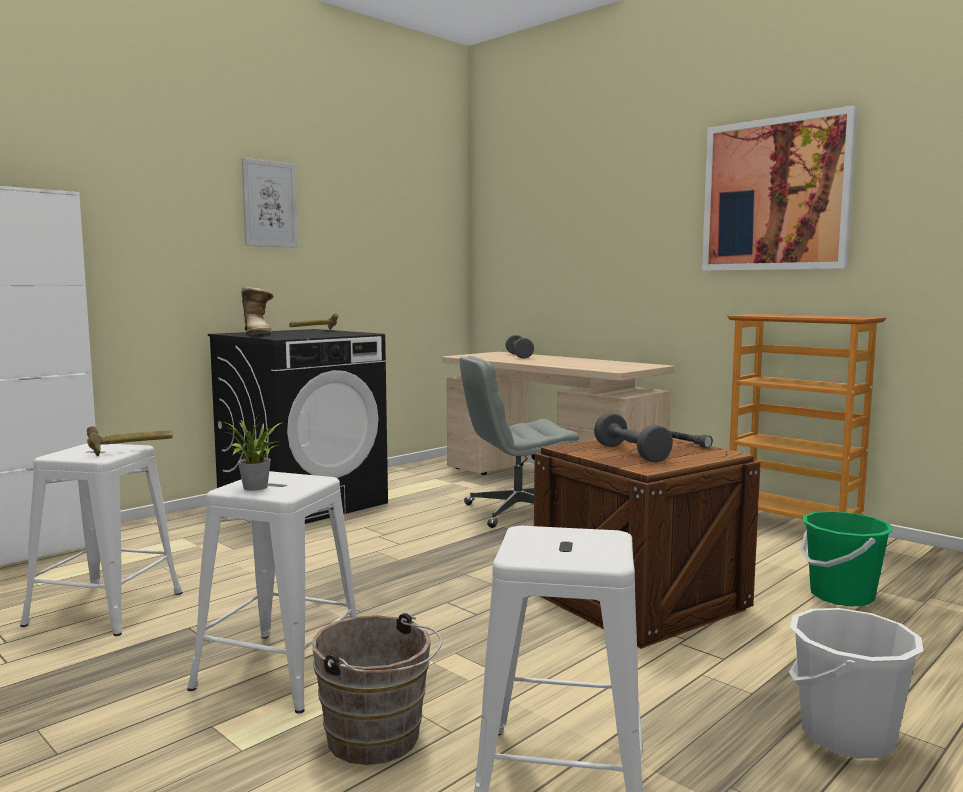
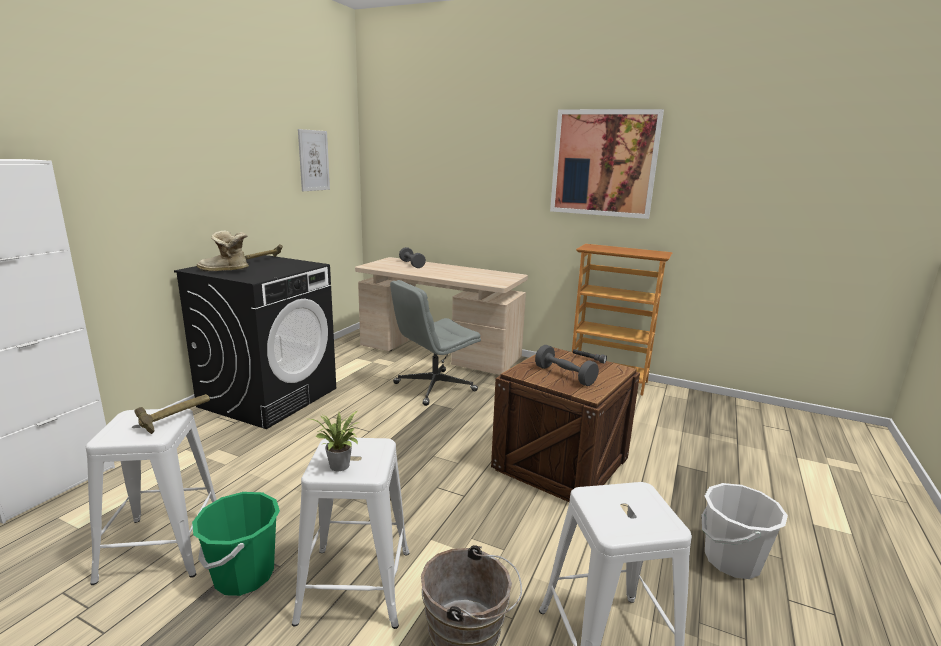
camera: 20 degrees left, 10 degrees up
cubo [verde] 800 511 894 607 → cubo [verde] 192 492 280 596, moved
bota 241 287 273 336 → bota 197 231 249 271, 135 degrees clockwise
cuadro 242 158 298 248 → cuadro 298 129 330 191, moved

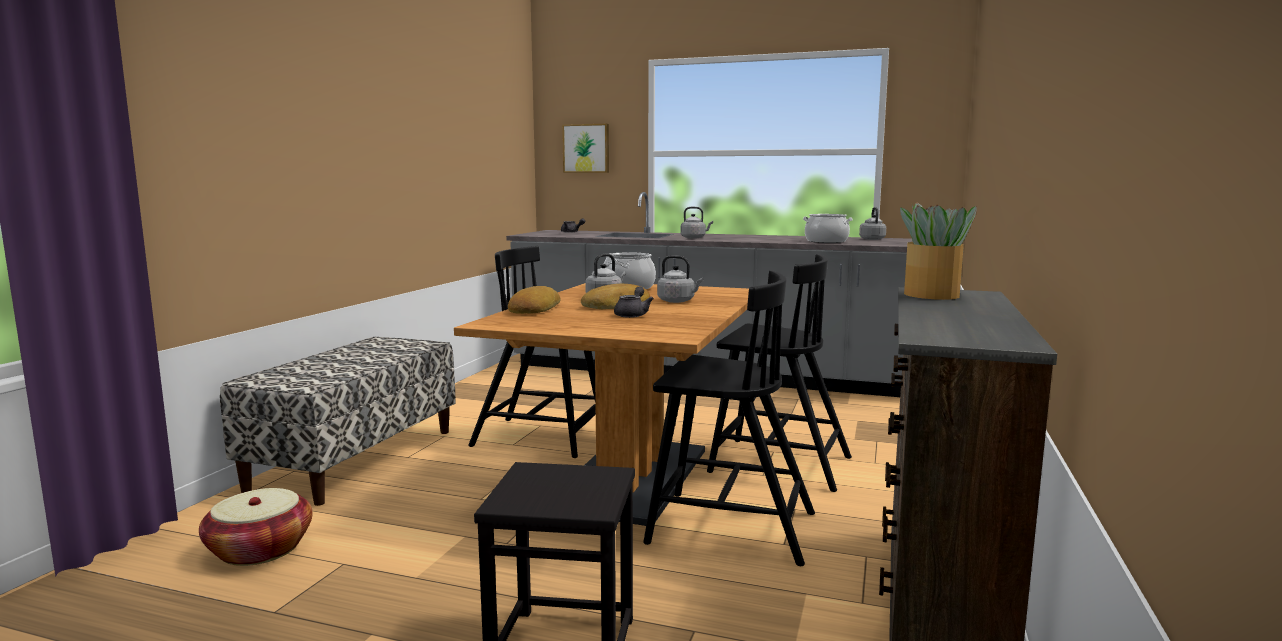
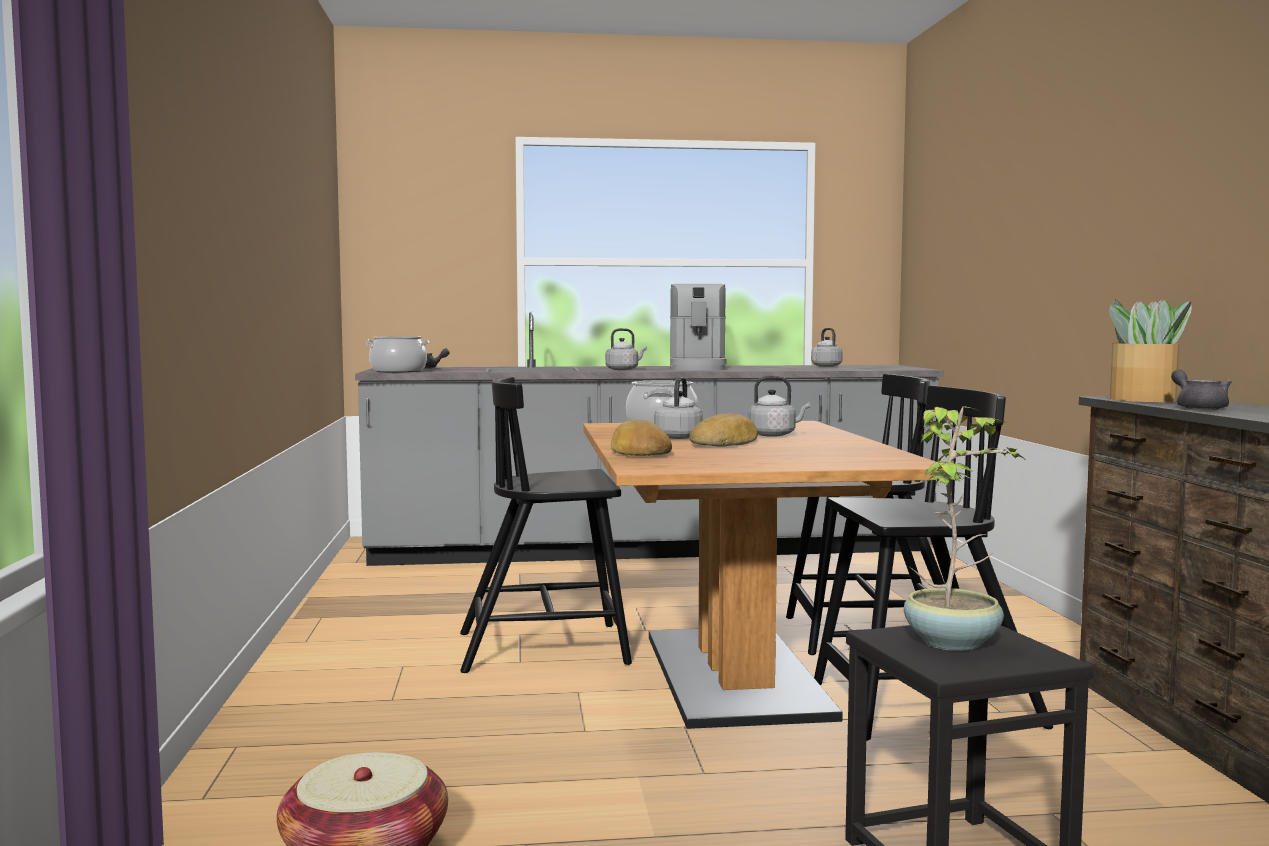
camera: 25 degrees left, 5 degrees down
olla 803 214 853 243 → olla 366 336 430 372, moved
- → cafetera 670 284 727 371
- → planta en maceta 904 406 1027 651
tetera [gris] 614 287 654 318 → tetera [gris] 1171 370 1231 410, moved
banco 220 337 456 506 → -
cuadro 562 124 609 173 → -

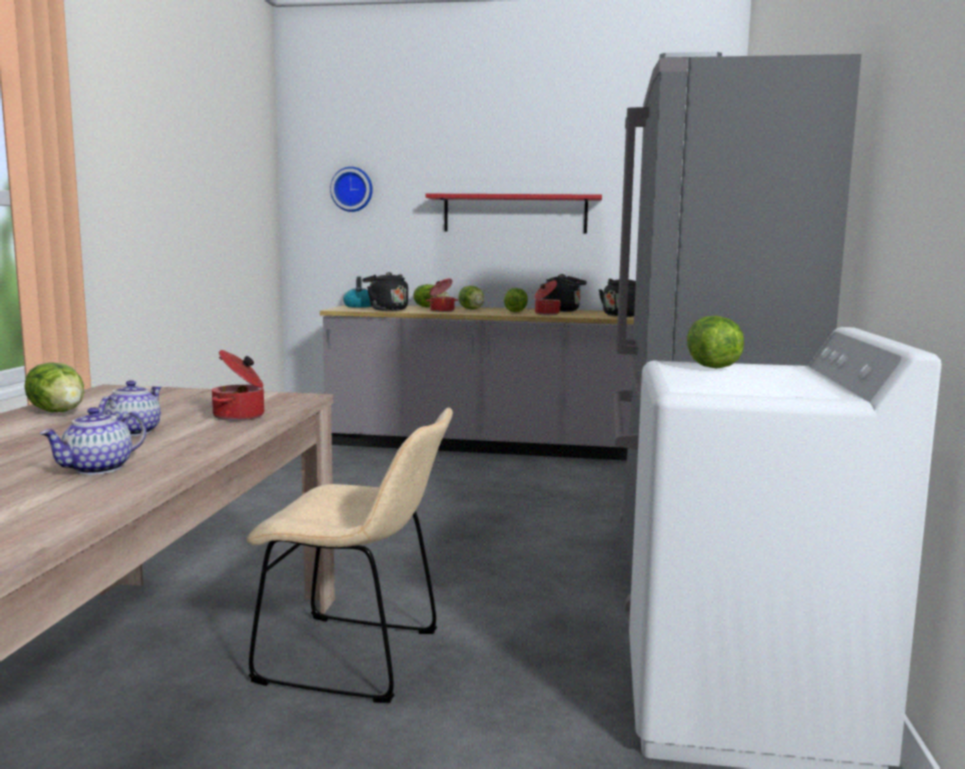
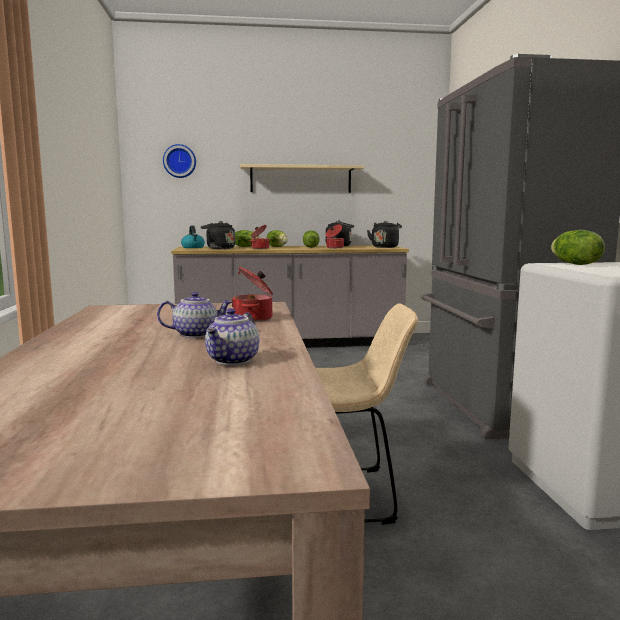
camera: 15 degrees left, 0 degrees up
tetera 98 380 162 436 → tetera 157 292 232 338, 75 degrees clockwise
estante [rojo] 425 194 602 233 → estante [beis] 240 164 365 193
lechuga 24 362 84 412 → -

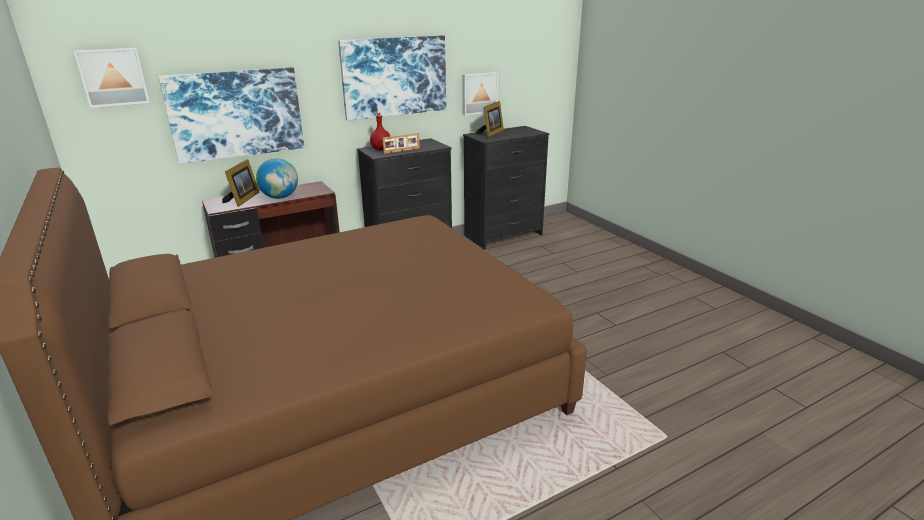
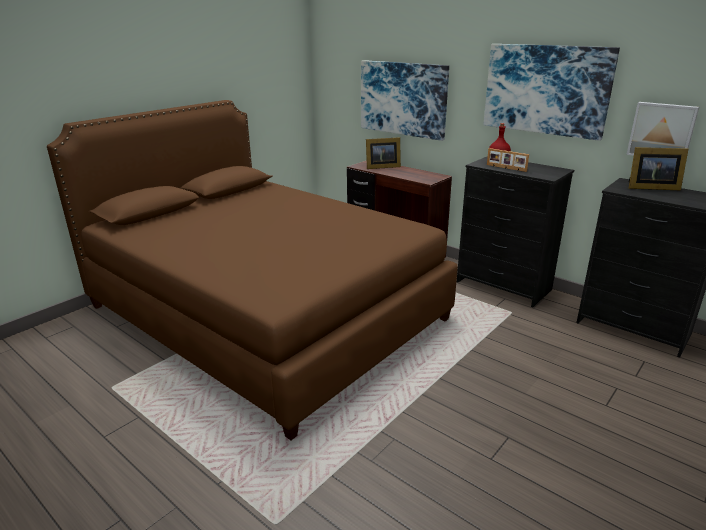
camera: 70 degrees right, 0 degrees up
cuadro 74 48 150 108 → -
globo terráqueo 256 158 298 199 → -

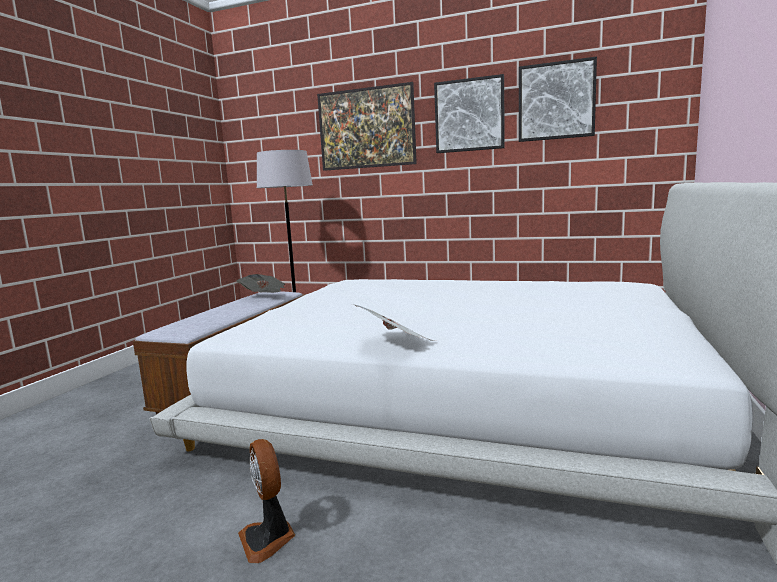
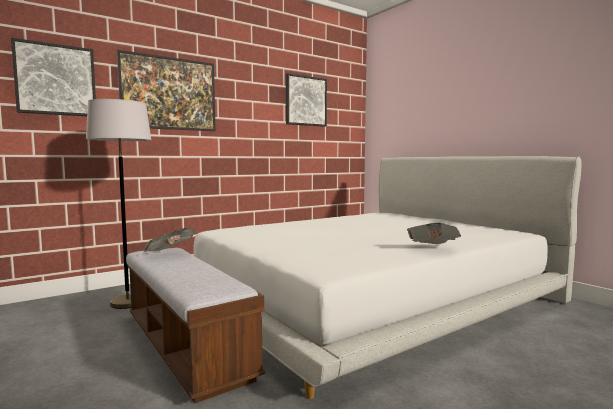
camera: 55 degrees left, 5 degrees down
cuadro 434 74 505 153 → cuadro 11 38 96 116, moved
ventilador 238 439 295 563 → -

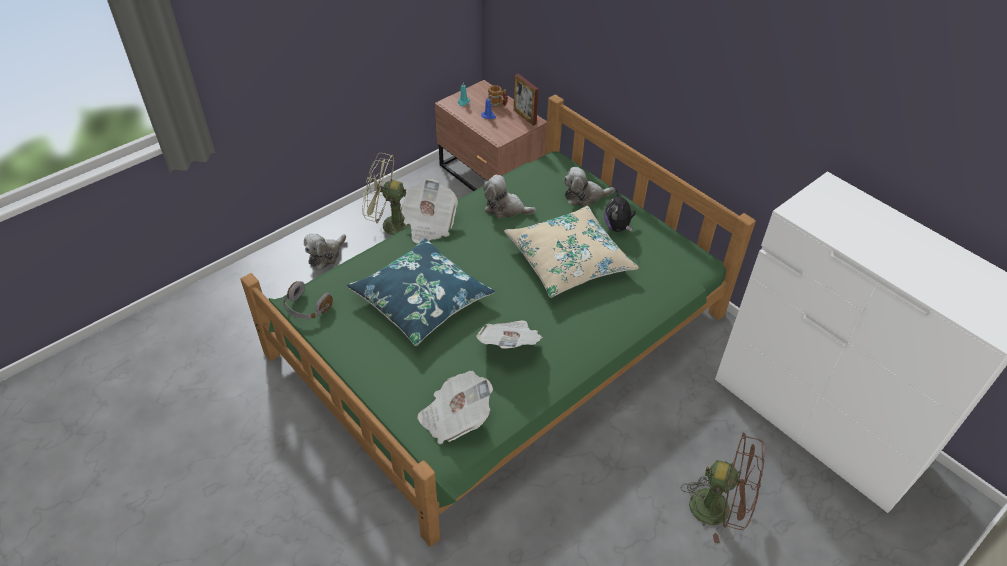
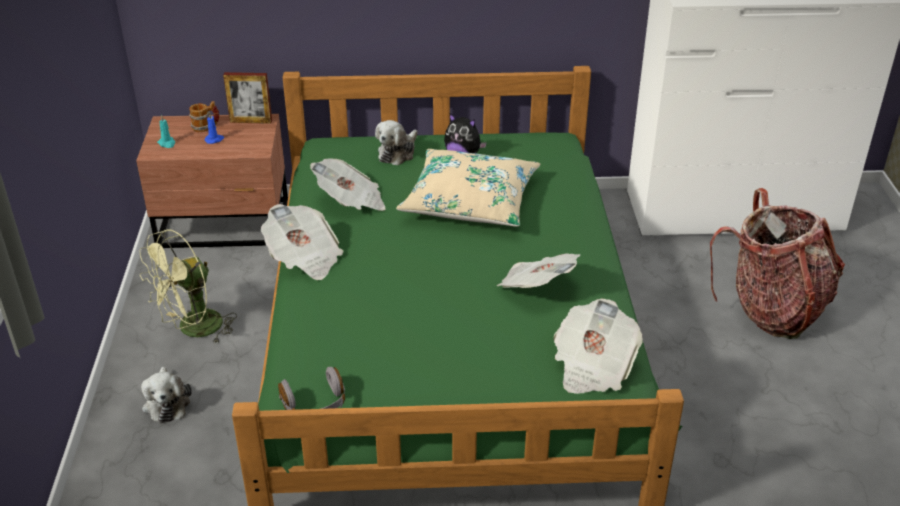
camera: 50 degrees left, 10 degrees down
peluche 483 175 536 218 → periódico 310 159 386 211
ventilador [marrón] 681 433 765 543 → mochila 710 188 845 339
cojín [azul] 347 238 495 346 → -

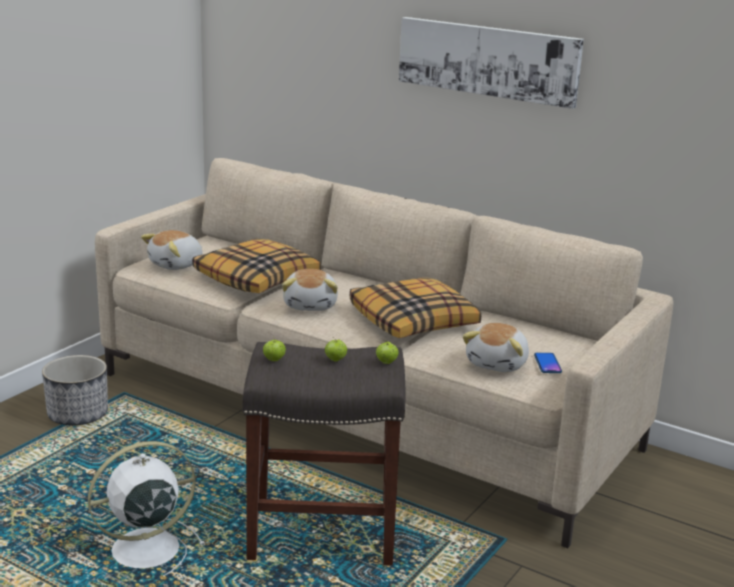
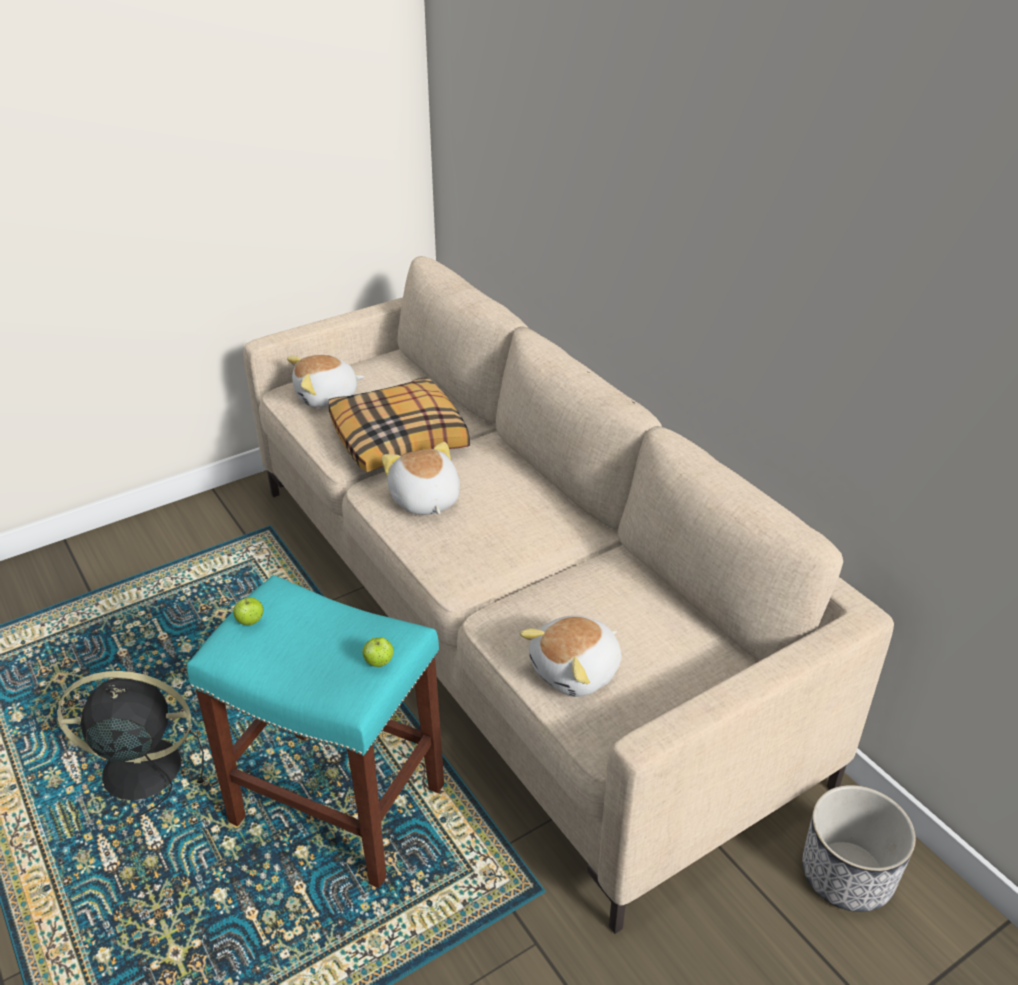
camera: 25 degrees right, 15 degrees up
ventilador [blanco] 88 441 205 576 → ventilador [negro] 57 671 204 818
taburete [gris] 242 342 406 566 → taburete [turquesa] 187 575 444 888
peluche 282 269 338 311 → peluche 382 442 460 515, 135 degrees clockwise
maceta 42 355 108 425 → maceta 802 785 916 912, moved
manzana 325 337 347 362 → -
cojín 350 277 481 338 → -
cuadro 399 17 584 109 → -
móvil 534 353 562 373 → -

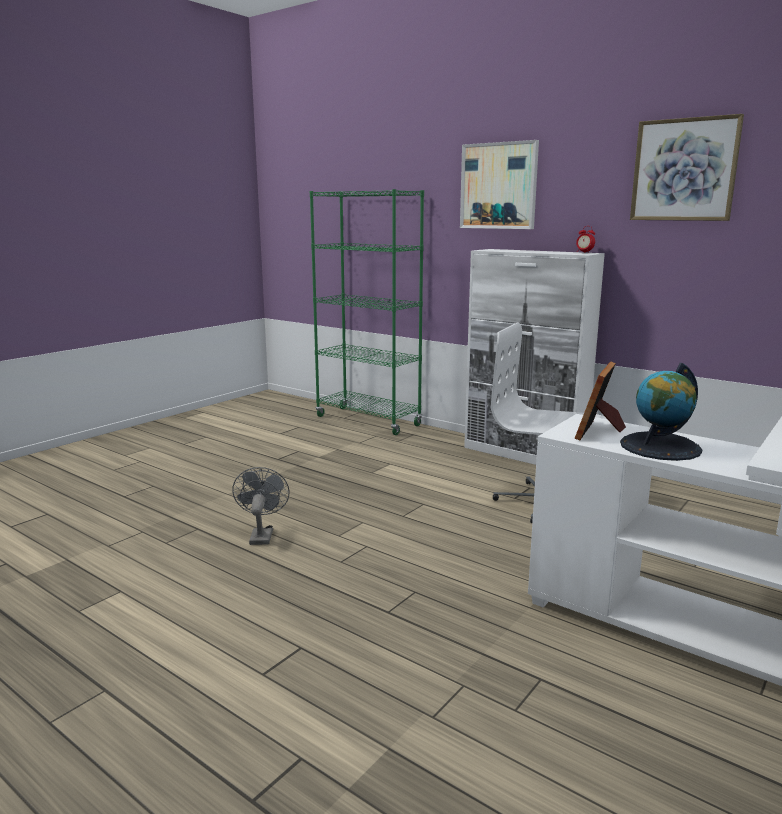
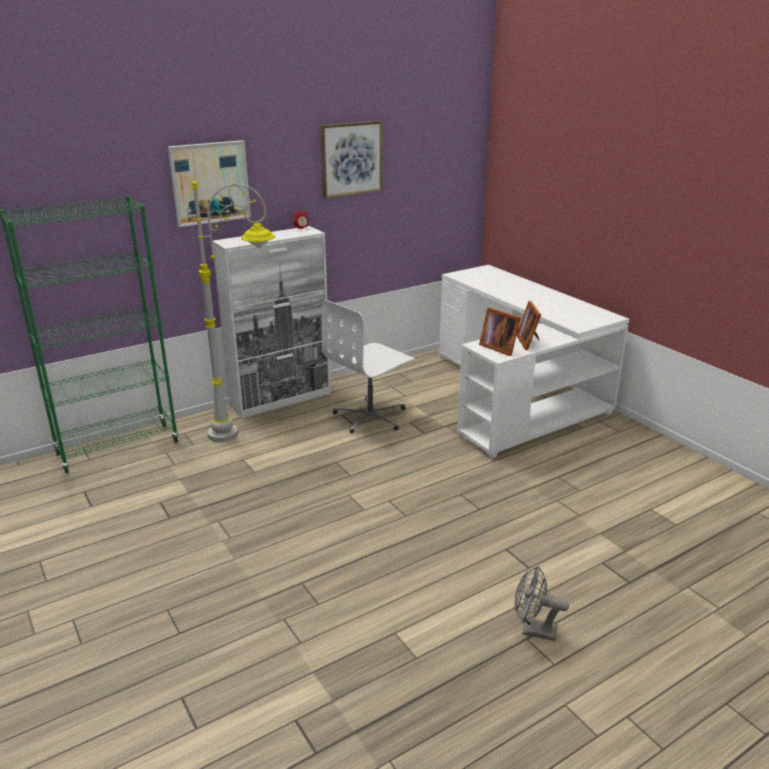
camera: 70 degrees left, 10 degrees up
- → lámpara de pie [gris] 192 175 275 442
ventilador [gris] 232 467 290 545 → ventilador [gris] 515 566 569 641, moved
globo terráqueo 620 363 702 461 → portarretratos 517 301 541 350

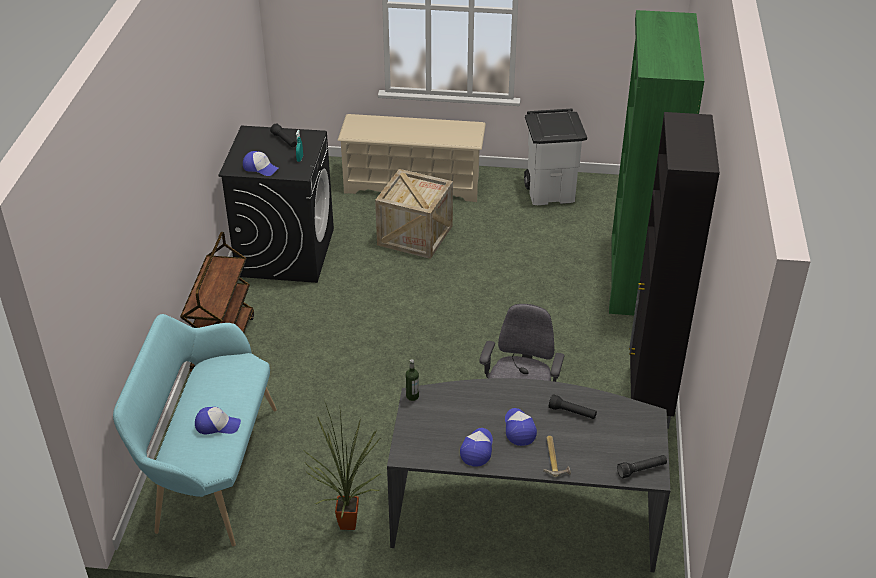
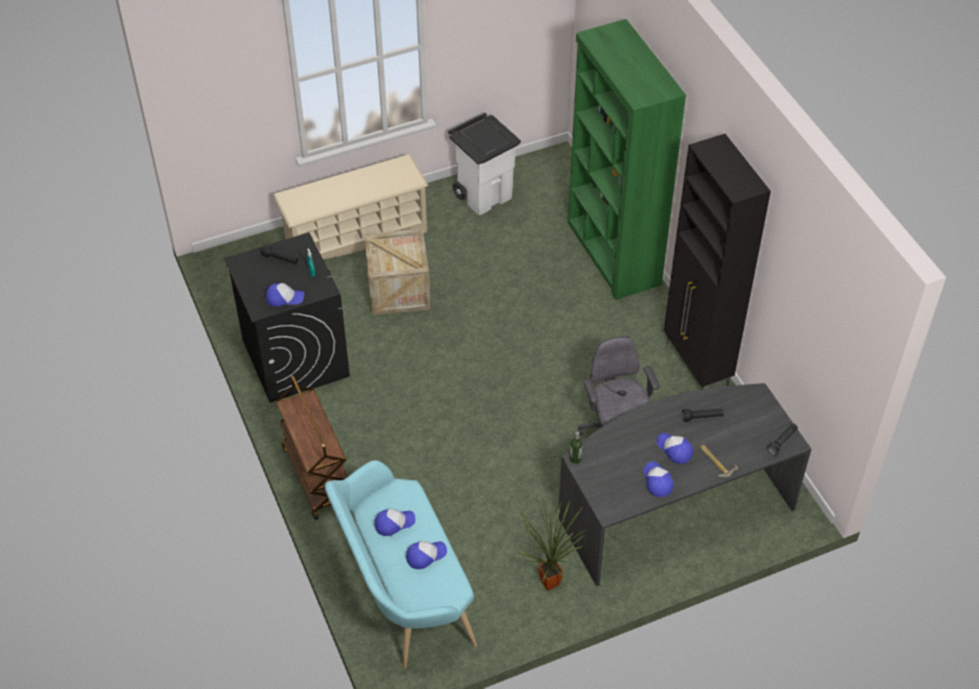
camera: 30 degrees left, 10 degrees up
- → gorra 374 508 415 536

